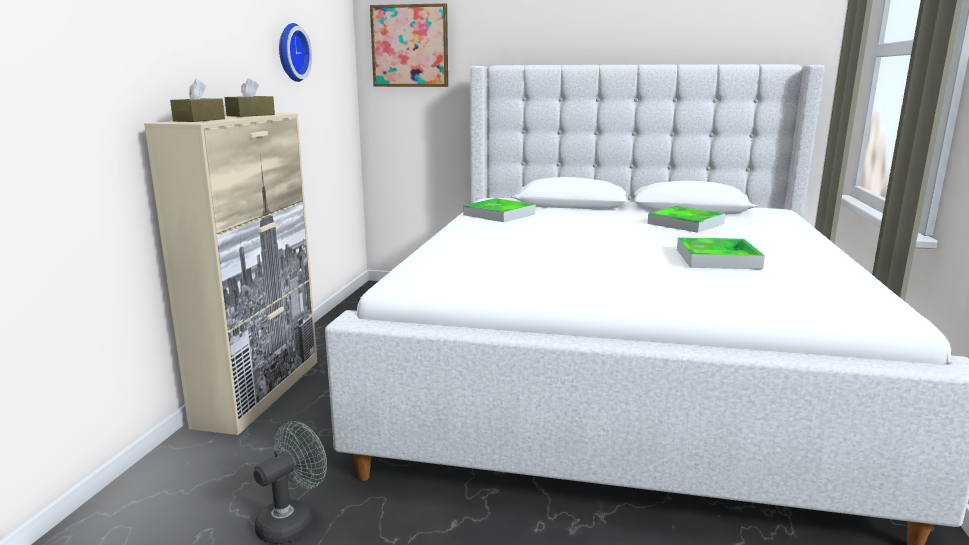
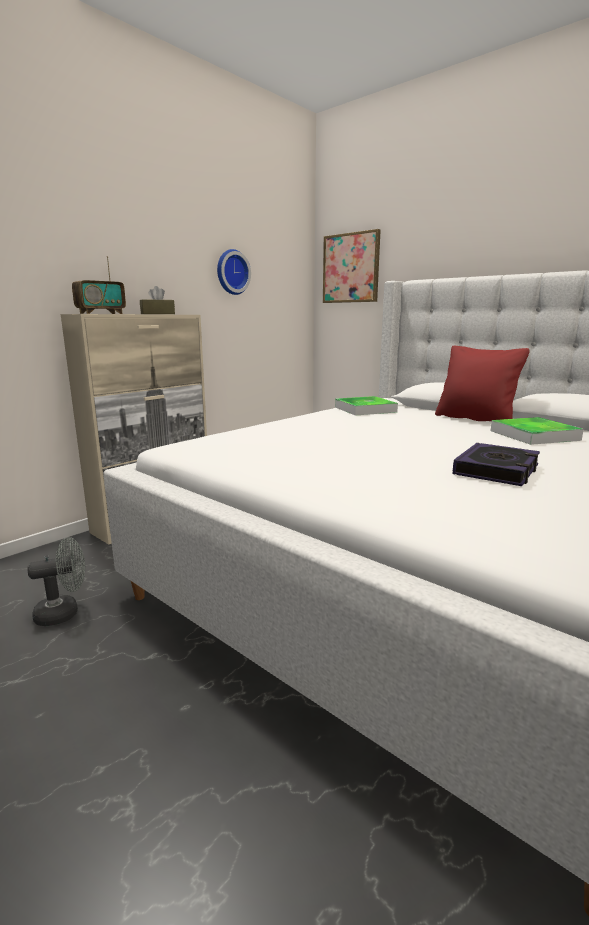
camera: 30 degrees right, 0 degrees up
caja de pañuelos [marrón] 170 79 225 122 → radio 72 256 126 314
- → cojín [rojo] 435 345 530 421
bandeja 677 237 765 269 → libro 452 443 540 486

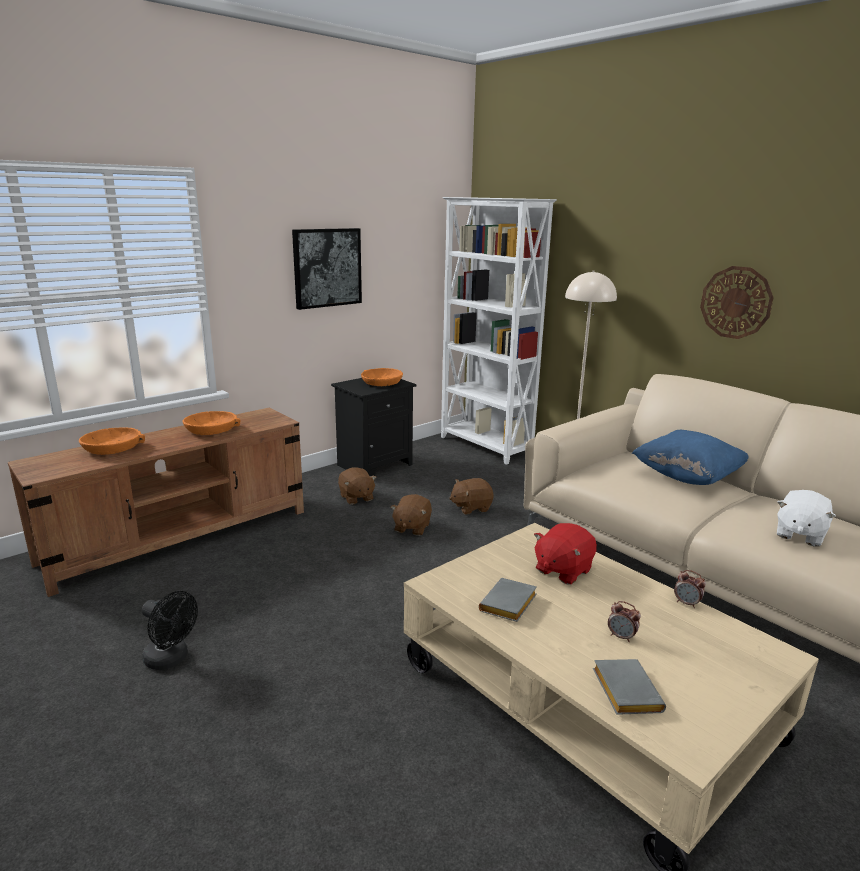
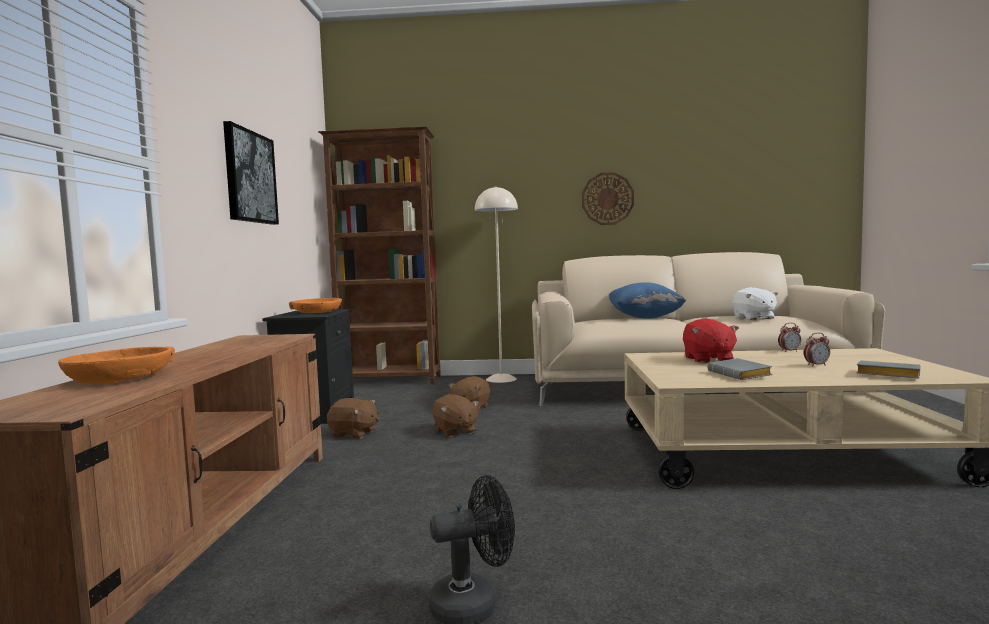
camera: 45 degrees left, 15 degrees down
estantería [blanco] 441 197 557 465 → estantería [marrón] 318 126 441 385
cuenco [naranja] 182 411 240 435 → -

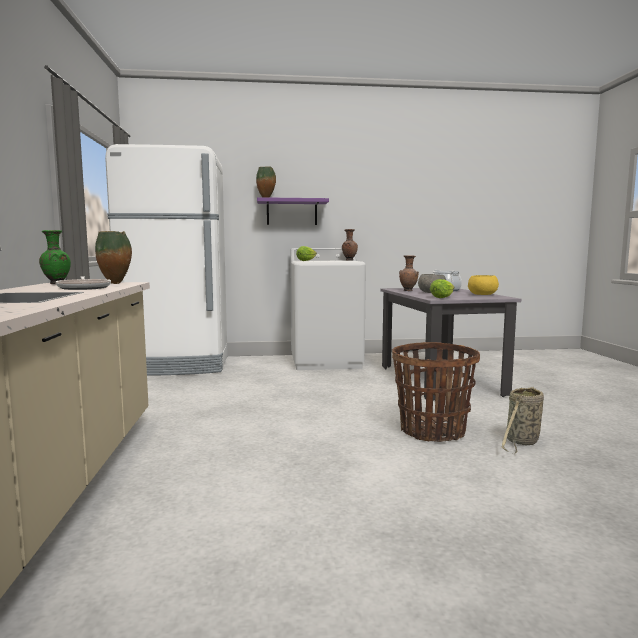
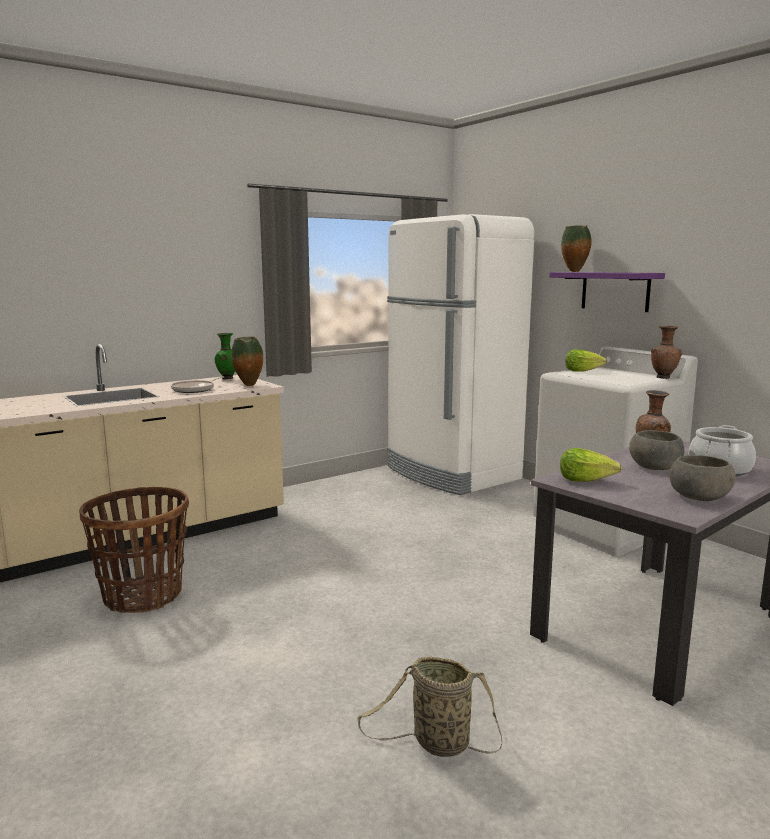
camera: 60 degrees right, 5 degrees up
cesta 392 342 480 442 → cesta 79 487 189 613, moved
cuenco [amarillo] 468 275 499 295 → cuenco [gris] 669 455 736 501

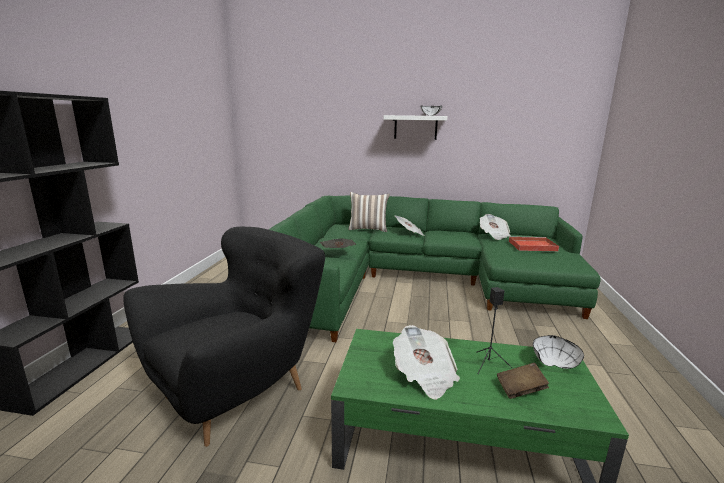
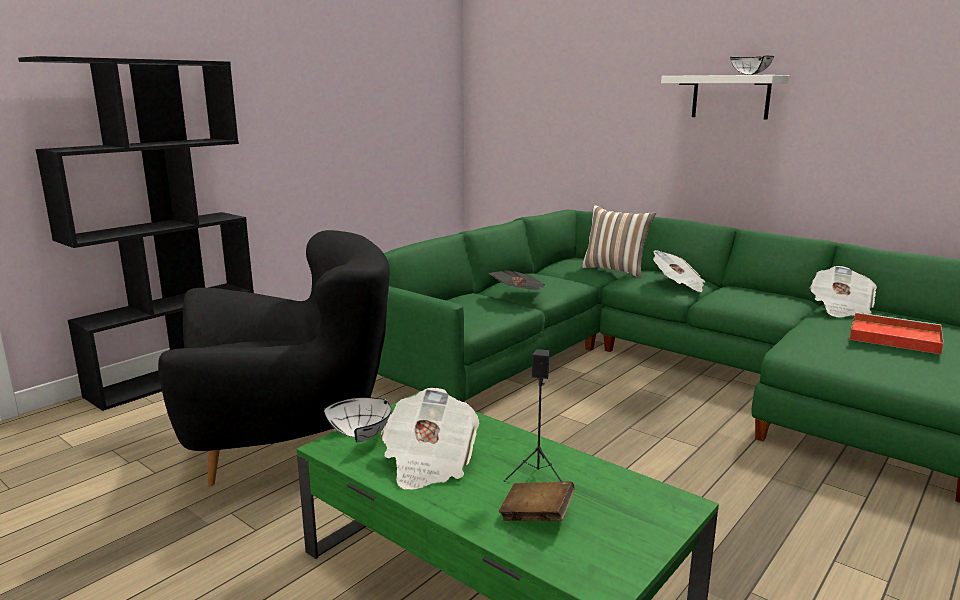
camera: 30 degrees right, 0 degrees up
cuenco [blanco] 533 335 584 369 → cuenco [blanco] 324 397 391 442, moved

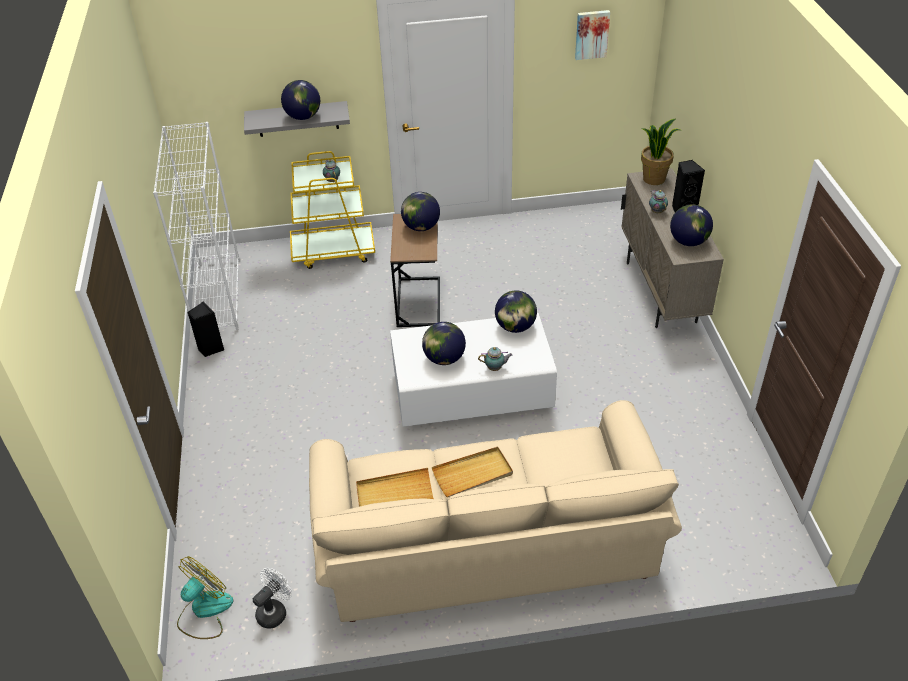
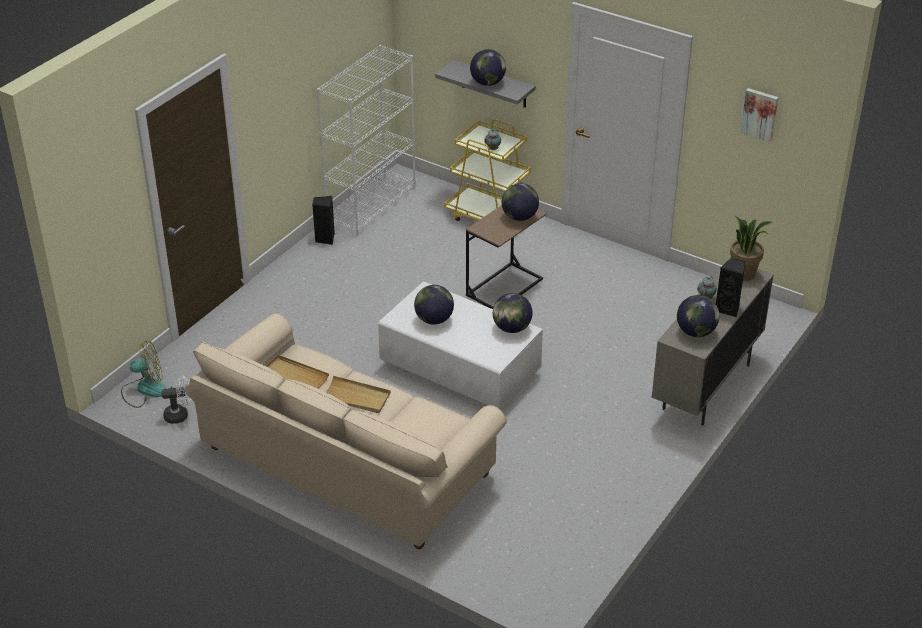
camera: 40 degrees right, 5 degrees down
tetera 478 347 512 371 → -

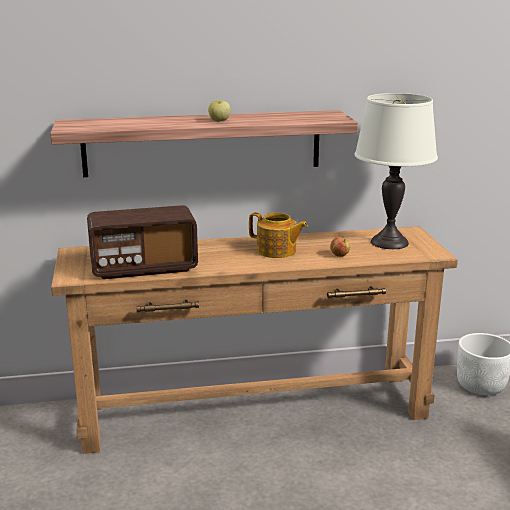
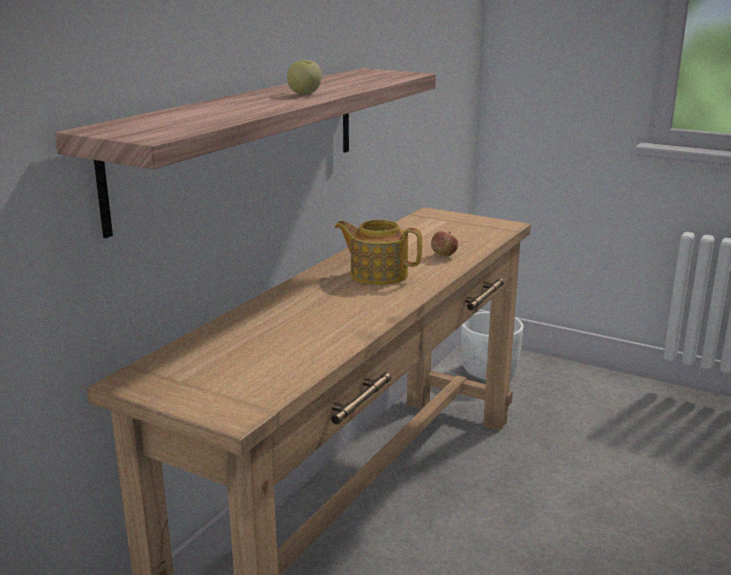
camera: 50 degrees left, 0 degrees up
tetera 249 212 308 258 → tetera 334 220 422 285, 135 degrees counterclockwise
radio 87 205 198 279 → -
lámpara de mesa [blanco] 354 93 438 249 → -

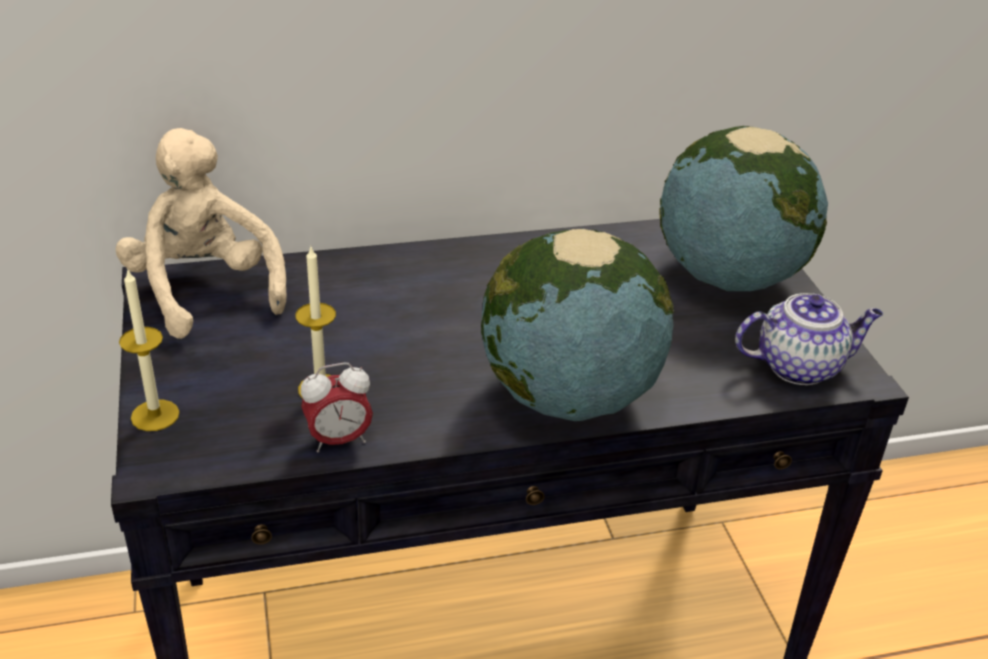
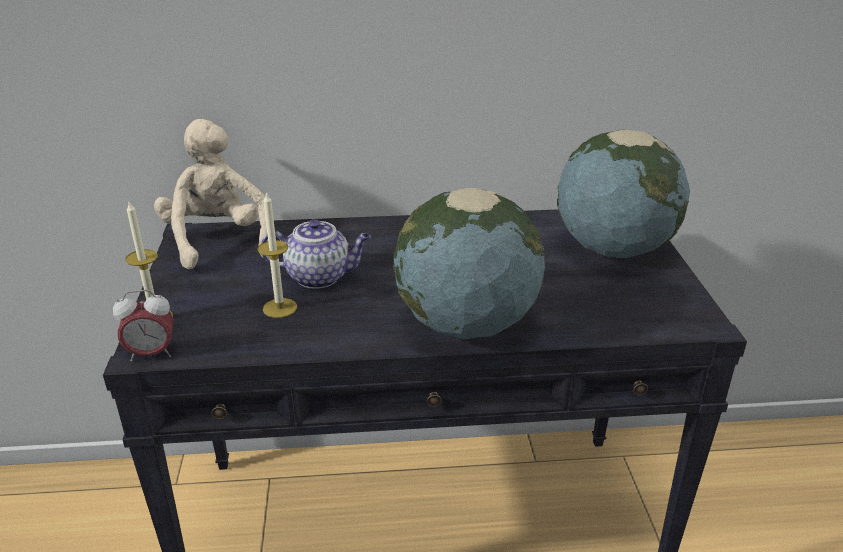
camera: 10 degrees right, 5 degrees down
despertador 301 362 373 452 → despertador 113 290 174 361, moved
tetera 735 293 883 385 → tetera 261 219 371 289, moved

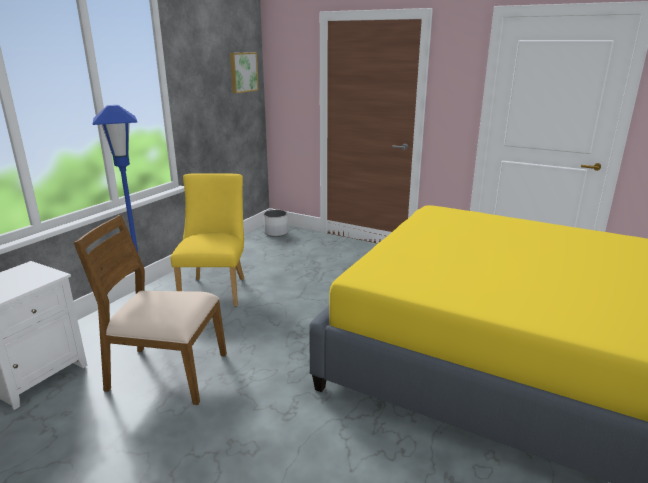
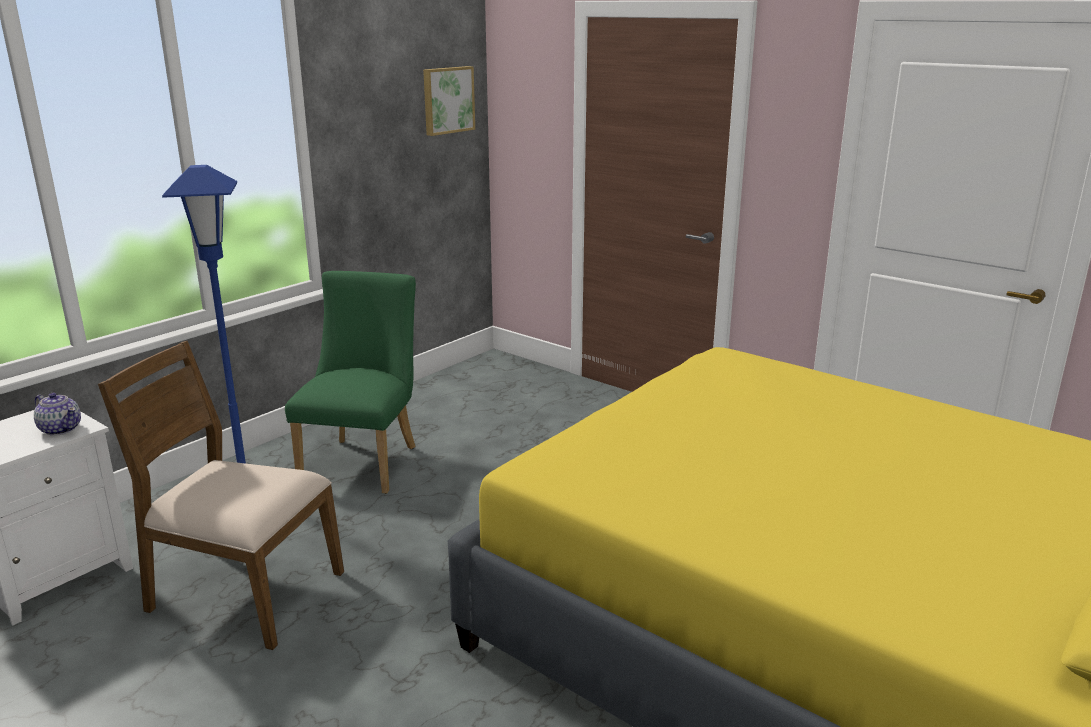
camera: 10 degrees right, 0 degrees up
- → tetera 34 393 81 436
silla [amarillo] 170 173 244 307 → silla [verde] 285 271 416 494
maceta [blanco] 264 210 288 237 → -

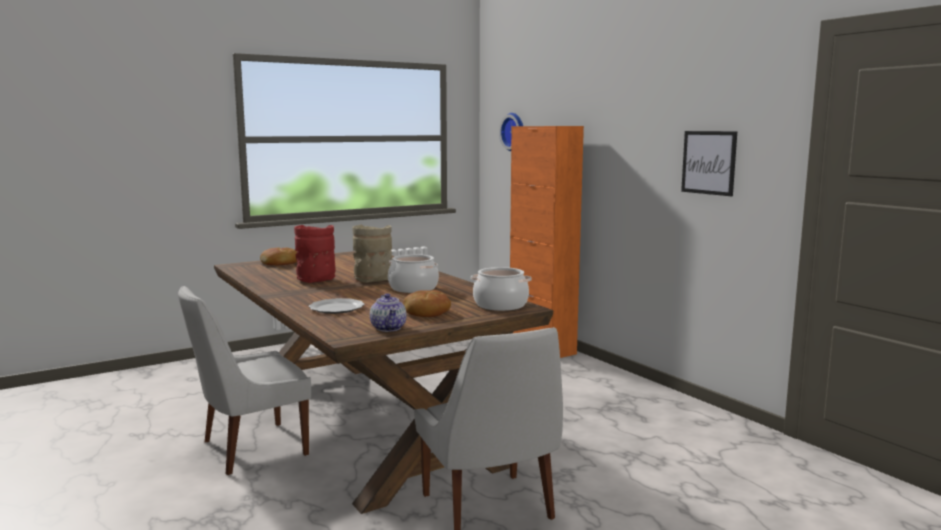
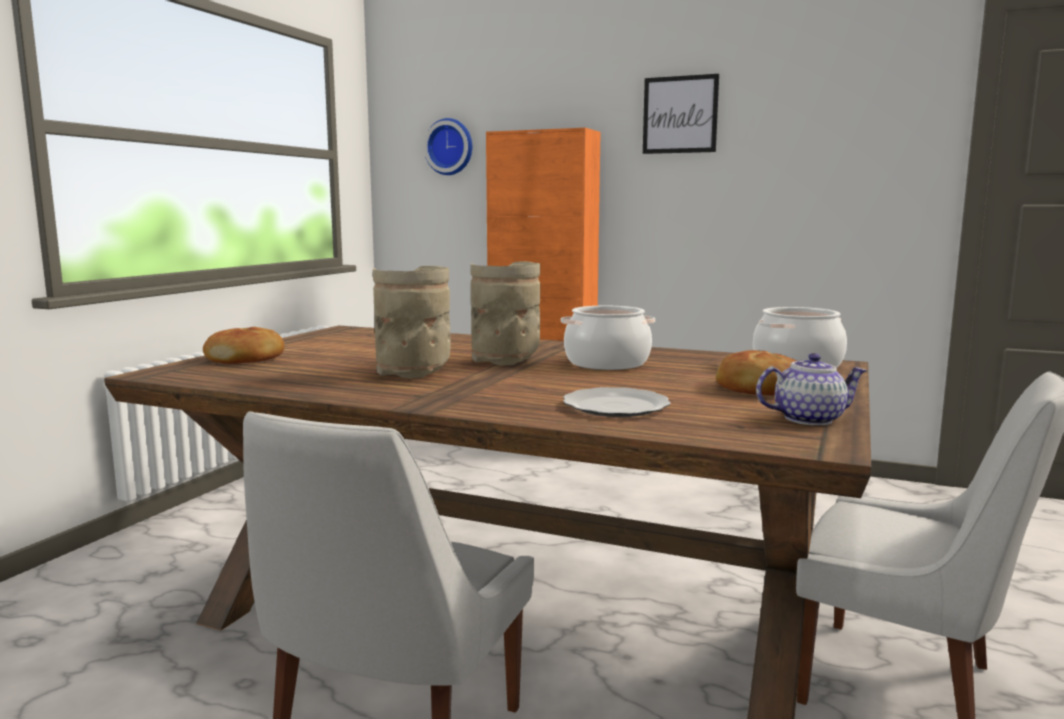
camera: 35 degrees left, 0 degrees up
florero [rojo] 294 225 336 283 → florero [beis] 373 266 451 379
cuadro 681 131 737 196 → cuadro 643 74 719 154, moved
tetera 370 293 407 332 → tetera 756 353 867 426, 45 degrees counterclockwise

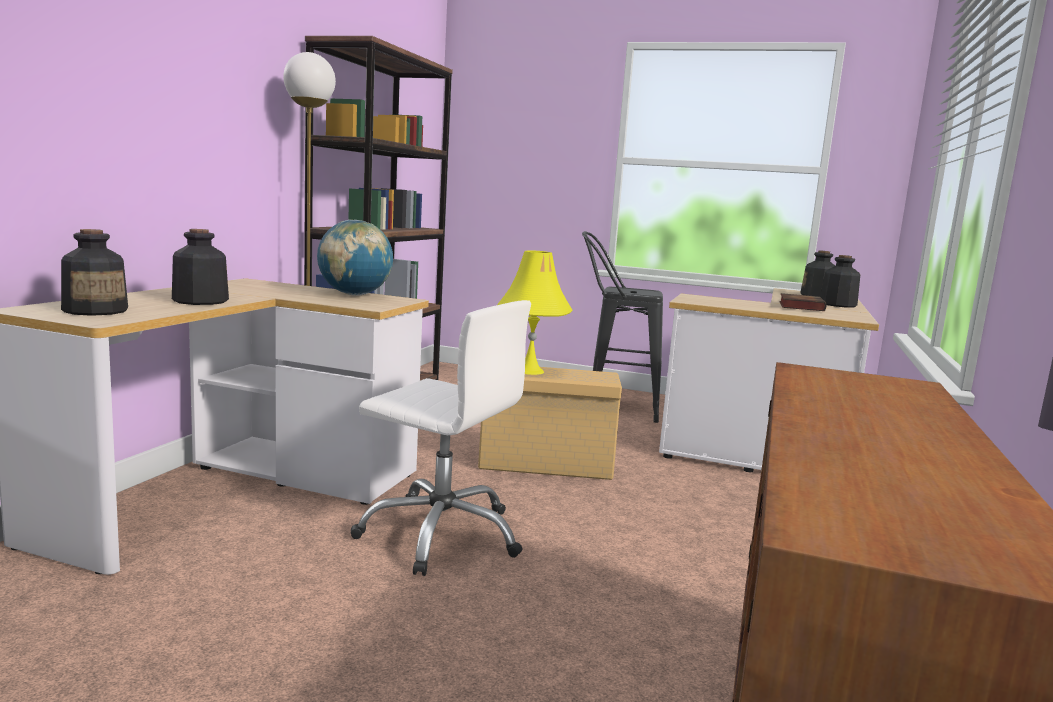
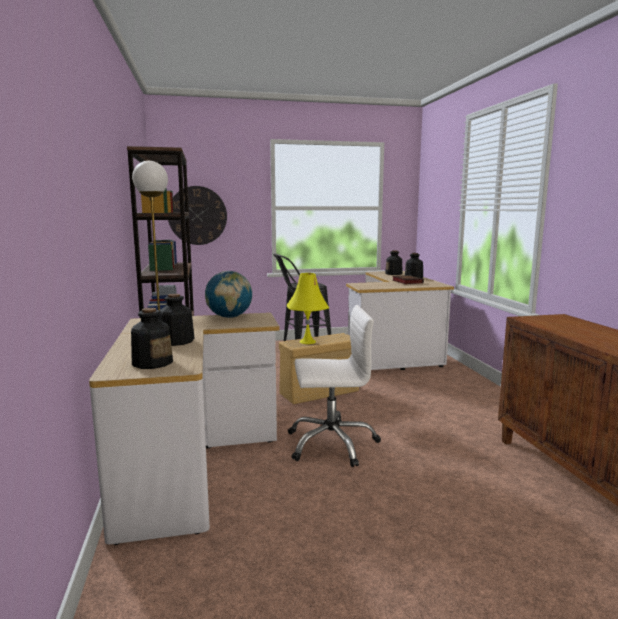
camera: 30 degrees left, 0 degrees up
- → reloj de pared 168 186 227 245

